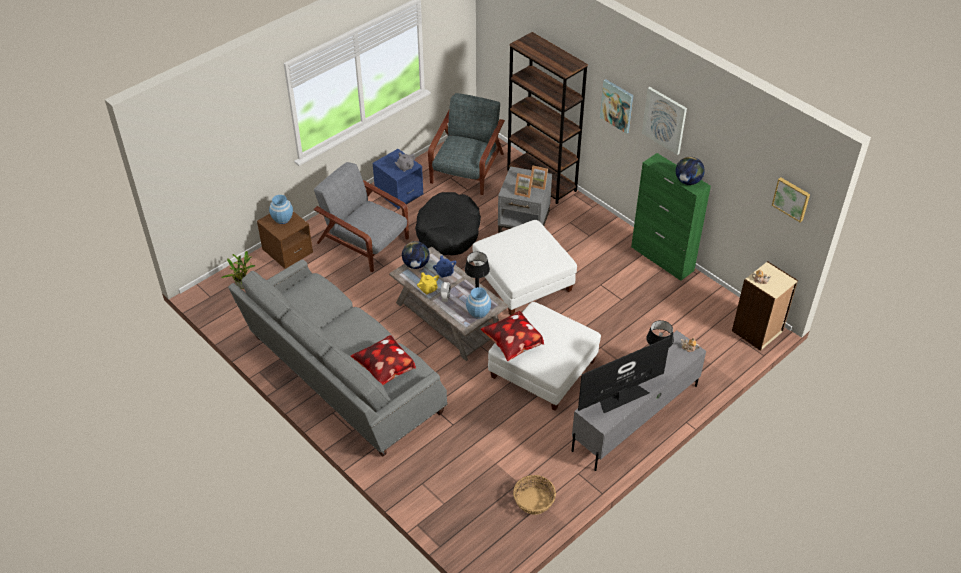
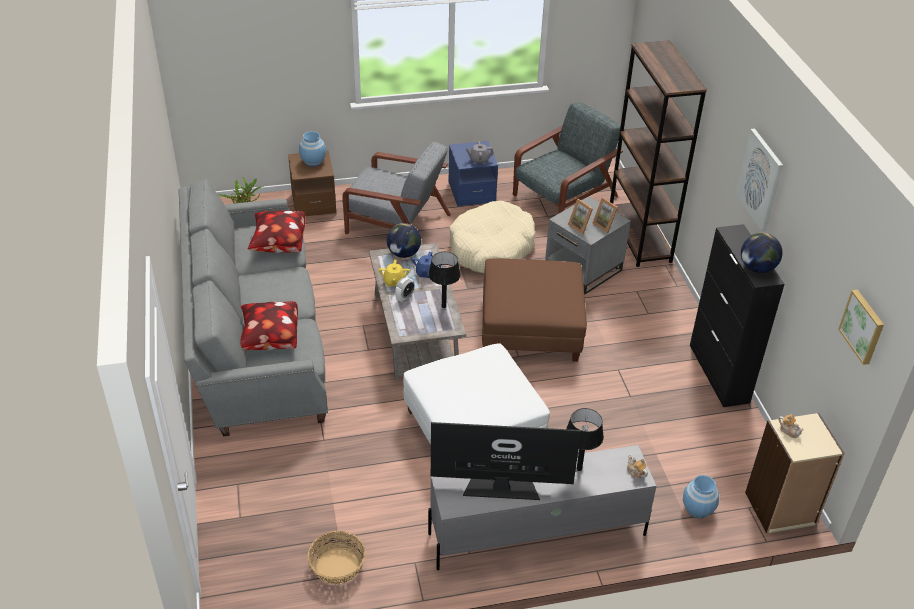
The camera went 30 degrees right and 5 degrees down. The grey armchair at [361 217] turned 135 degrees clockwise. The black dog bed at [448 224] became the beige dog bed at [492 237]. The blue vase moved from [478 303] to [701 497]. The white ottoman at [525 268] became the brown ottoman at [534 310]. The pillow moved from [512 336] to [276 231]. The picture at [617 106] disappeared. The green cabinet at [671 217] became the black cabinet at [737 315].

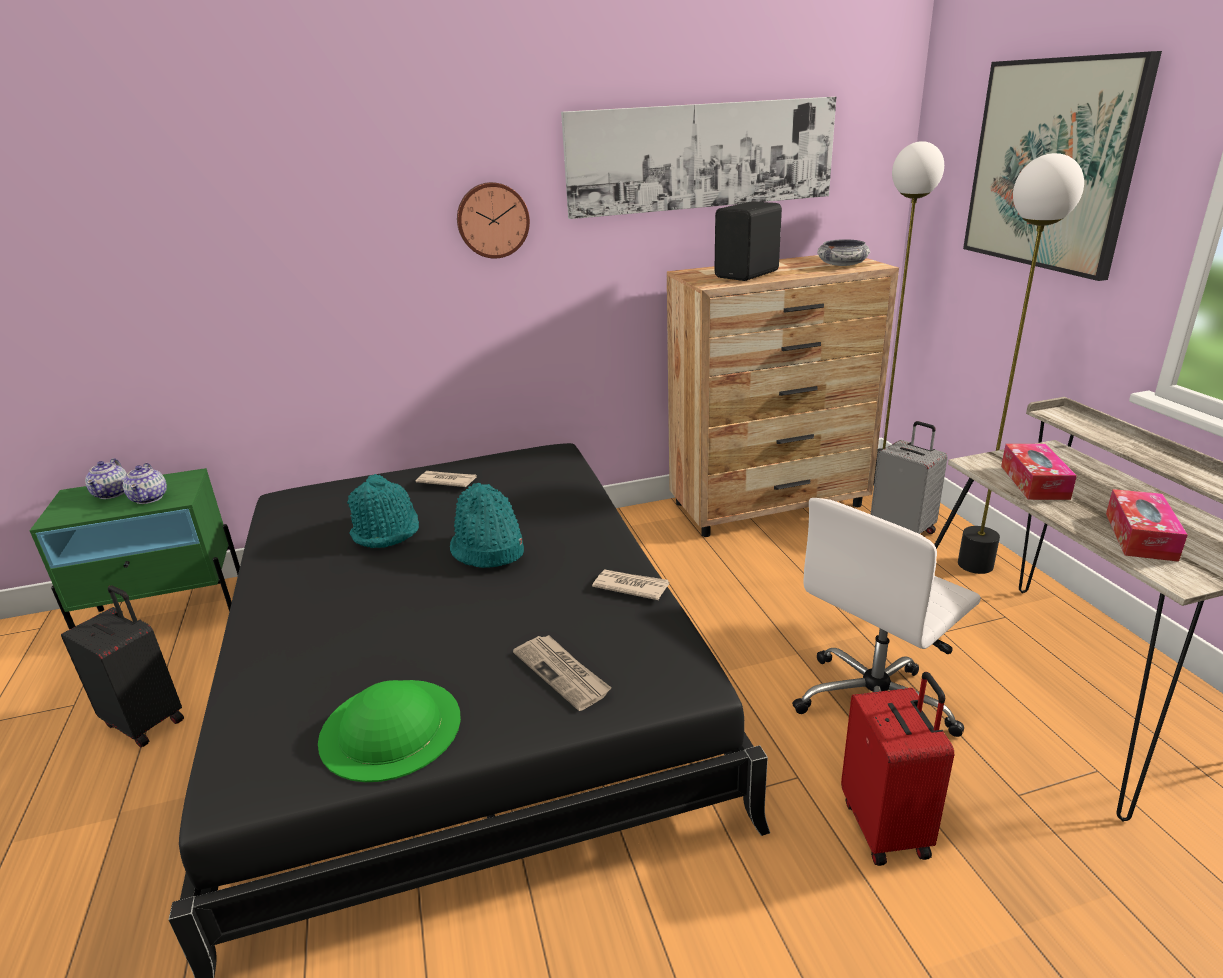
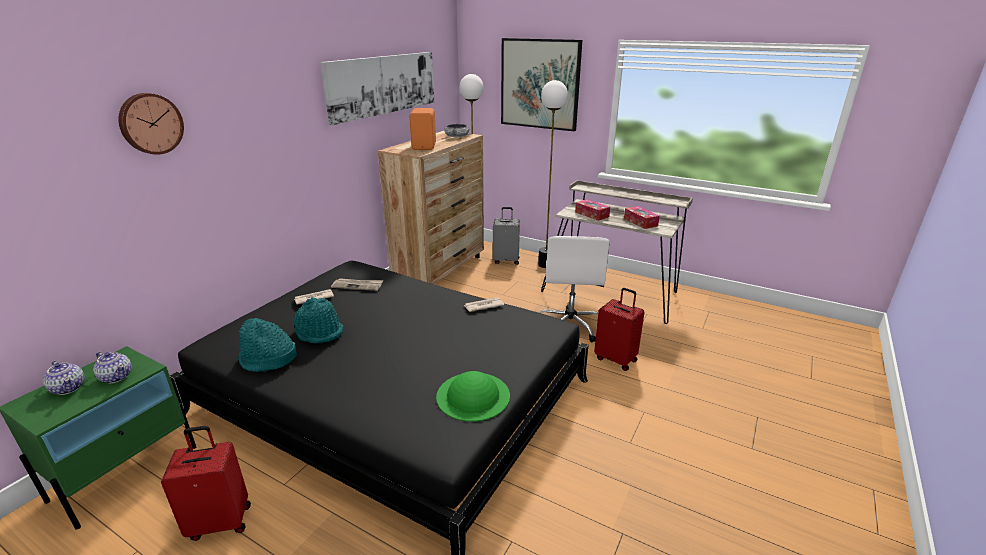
The camera went 45 degrees left and 0 degrees up. The black suitcase at [122 667] became the red suitcase at [206 483]. The turquoise hat moved from [487 525] to [267 345]. The wall clock moved from [493 220] to [151 124]. The newspaper moved from [562 673] to [357 284]. The black speaker at [748 241] became the orange speaker at [422 129].

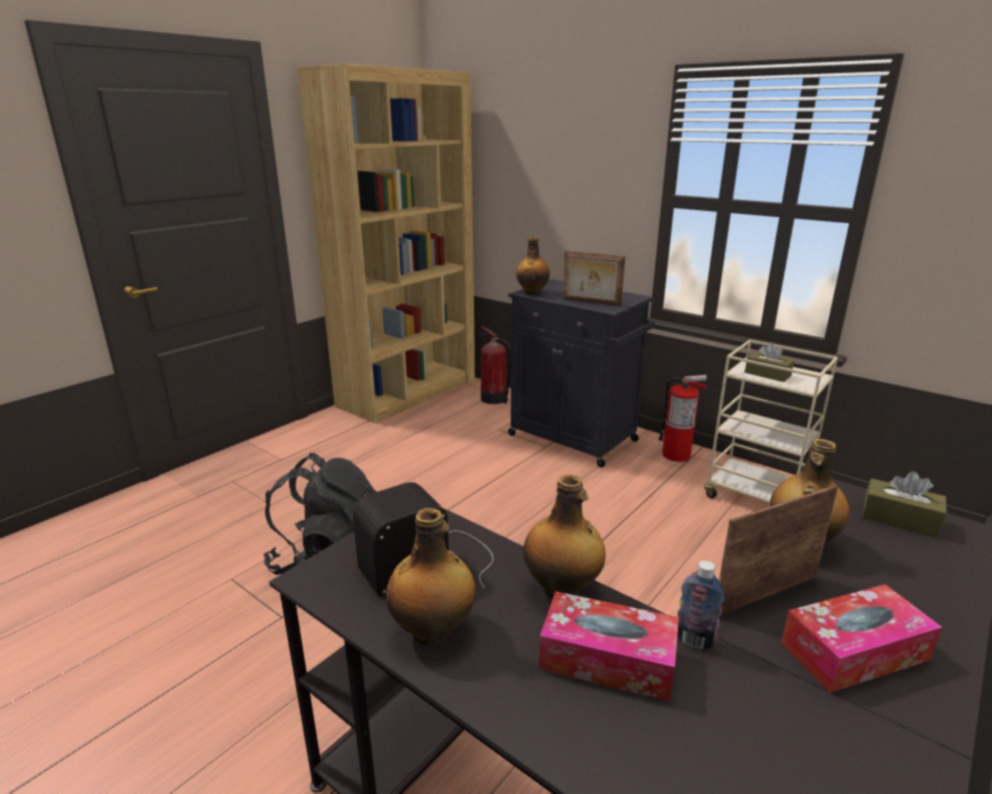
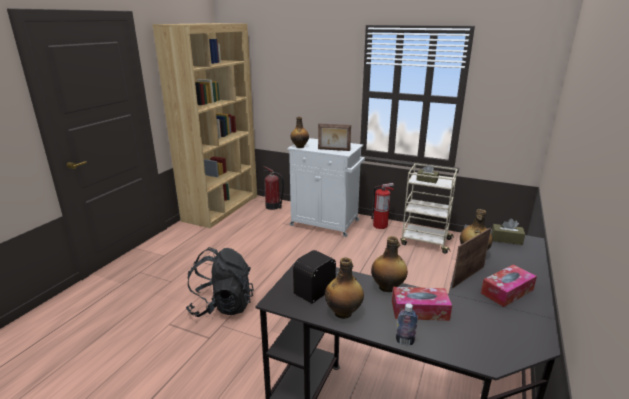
The camera went 15 degrees left and 0 degrees up. The black cabinet at [581 373] became the white cabinet at [326 187]. The bottle moved from [700 604] to [407 324].

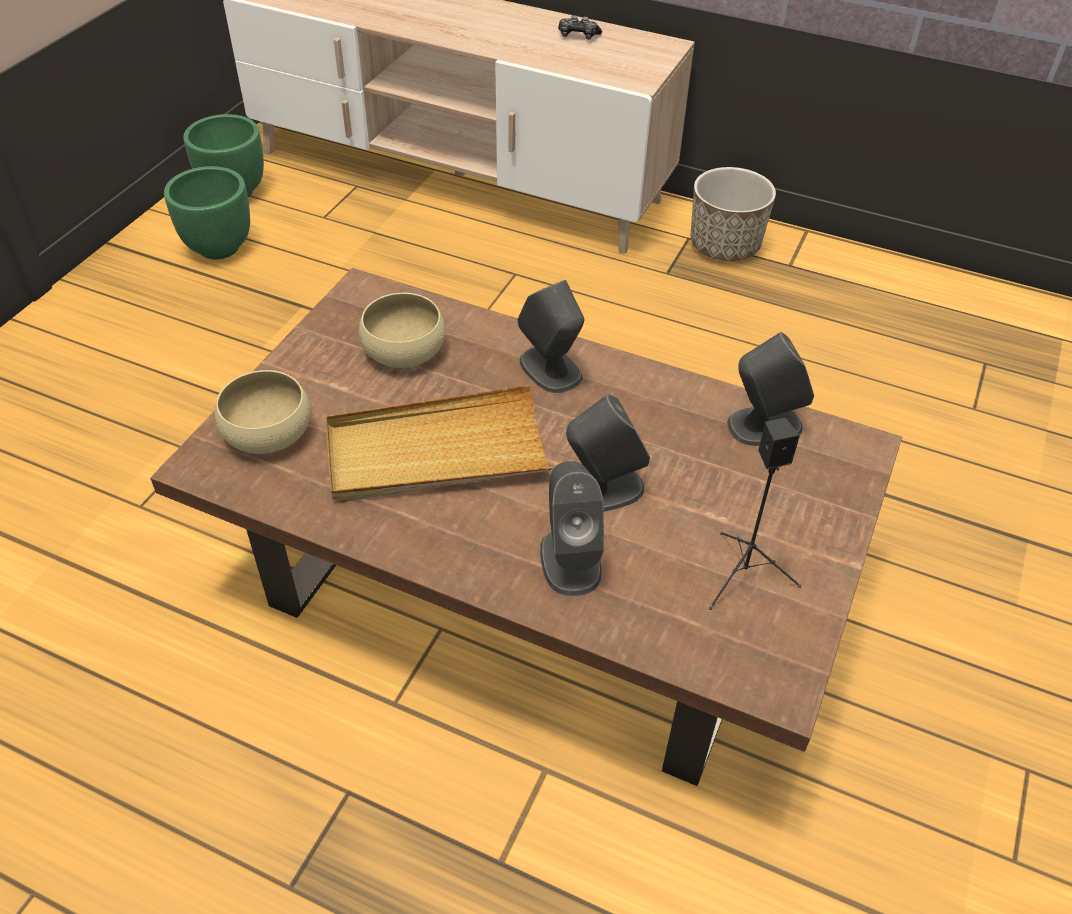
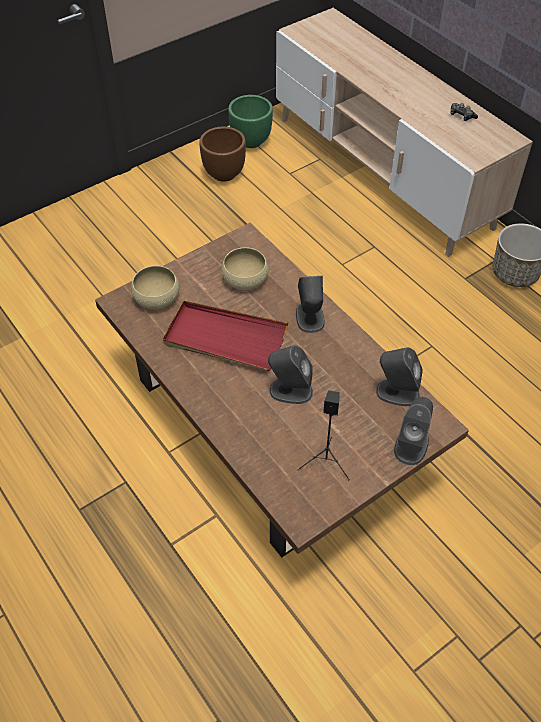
The camera went 30 degrees right and 5 degrees up. The green planter at [207 212] became the brown planter at [222 154]. The beige tray at [439 444] became the red tray at [225 336]. The grey speaker moved from [572 528] to [413 431].

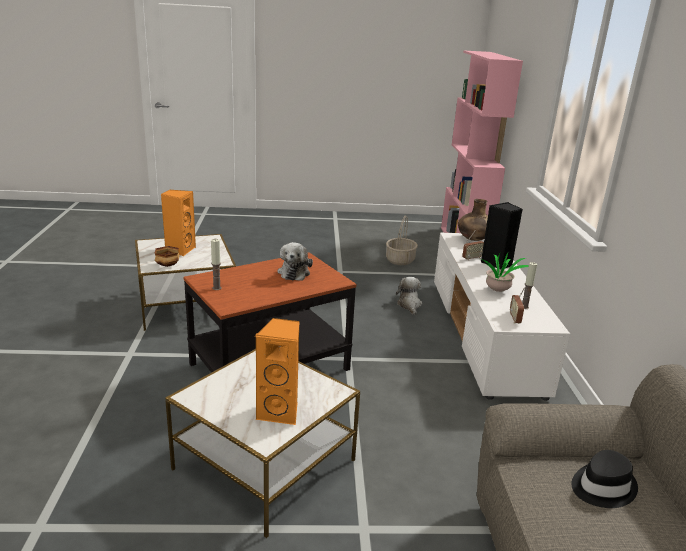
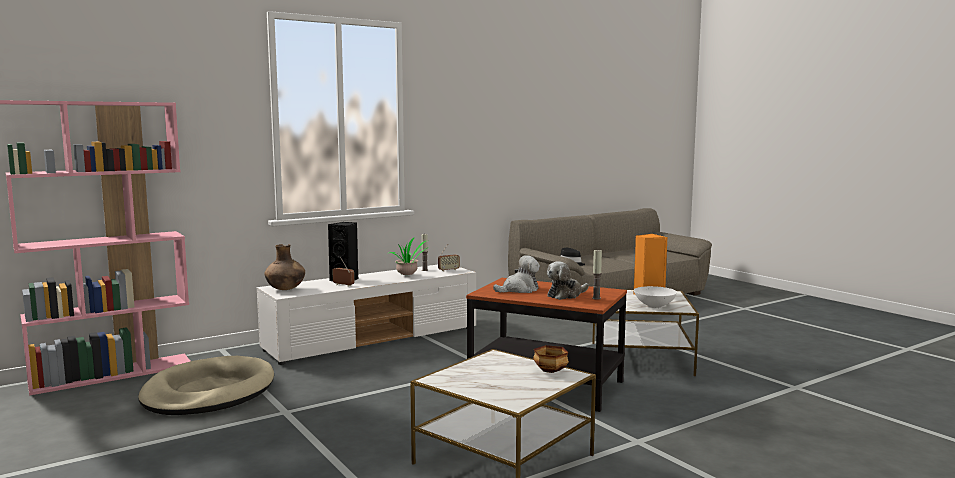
The camera went 120 degrees left and 15 degrees down. The orange speaker at [178 223] disappeared. The basket at [402 240] was replaced by the beige dog bed at [206 385]. The plush toy moved from [409 296] to [568 280]. The white bowl at [655 297] appeared.

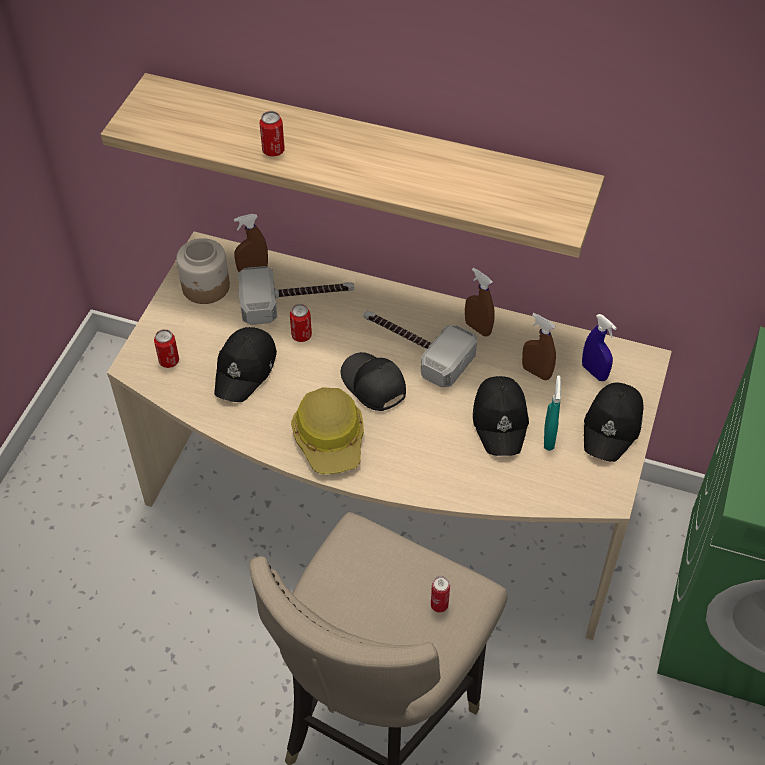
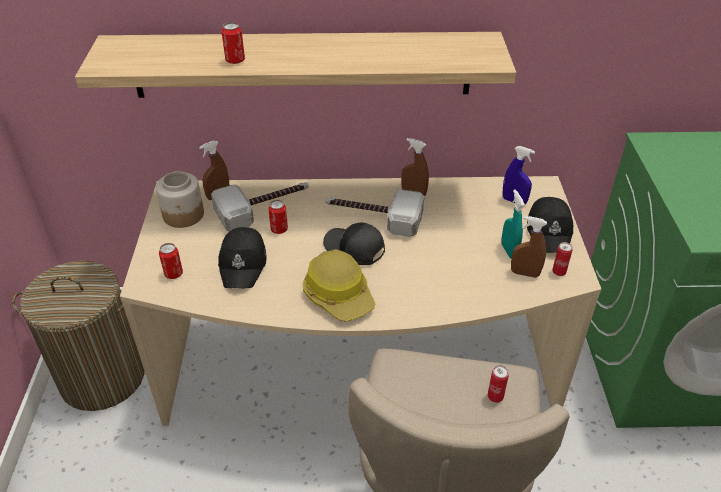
The camera went 20 degrees left and 10 degrees down. The black cap at [501 416] disappeared. The brown spray bottle moved from [539 346] to [529 247]. The laundry basket at [78 336] appeared. The can at [562 259] appeared.

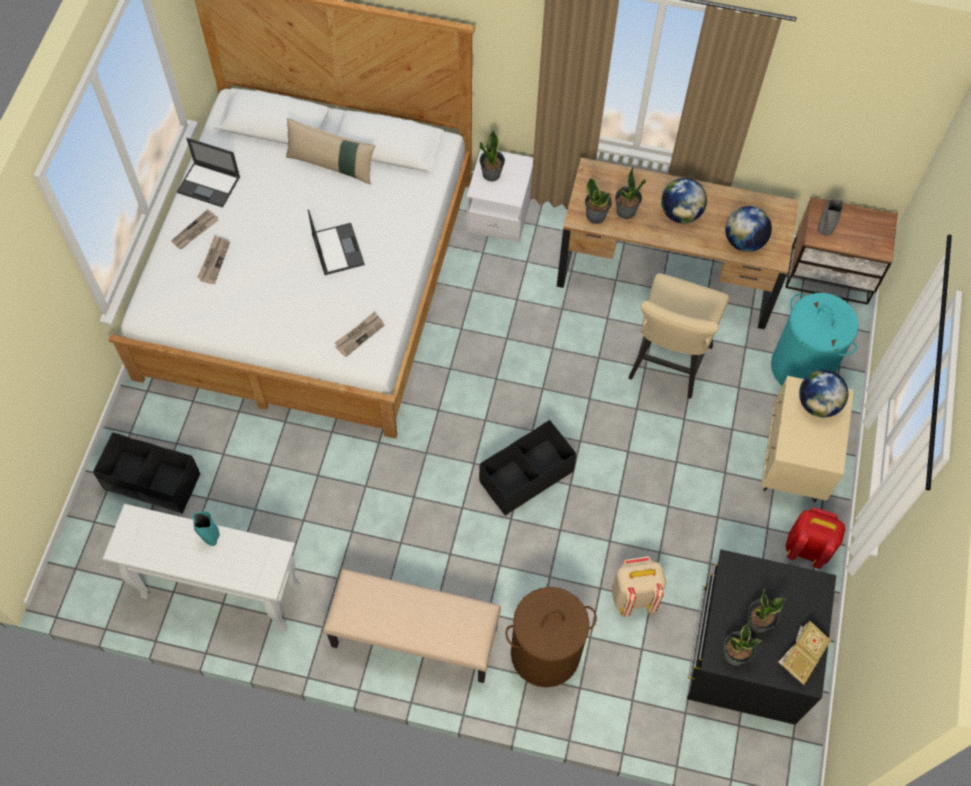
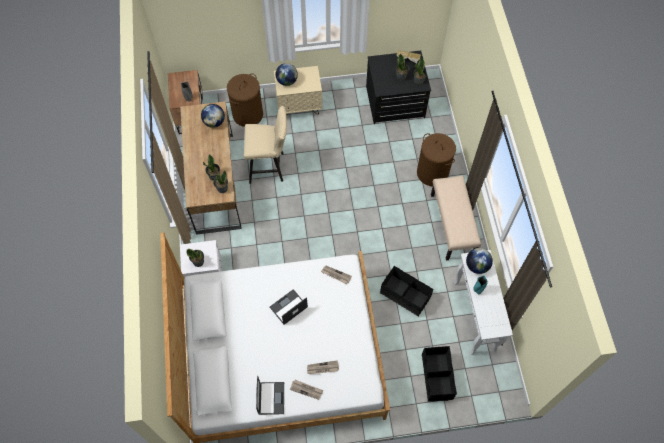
The camera went 110 degrees left and 0 degrees up. The beige pillow at [330 151] disappeared. The black storage box moved from [528 468] to [406 291]. The beige backpack at [639 586] disappeared. The globe moved from [684 201] to [479 261]. The turquoise laundry basket at [814 339] became the brown laundry basket at [245 100]. The red backpack at [815 538] disappeared.

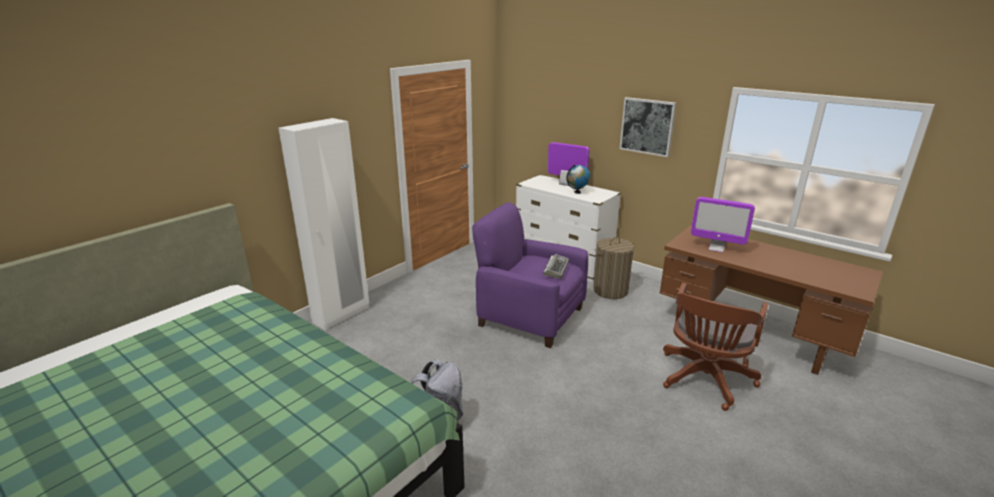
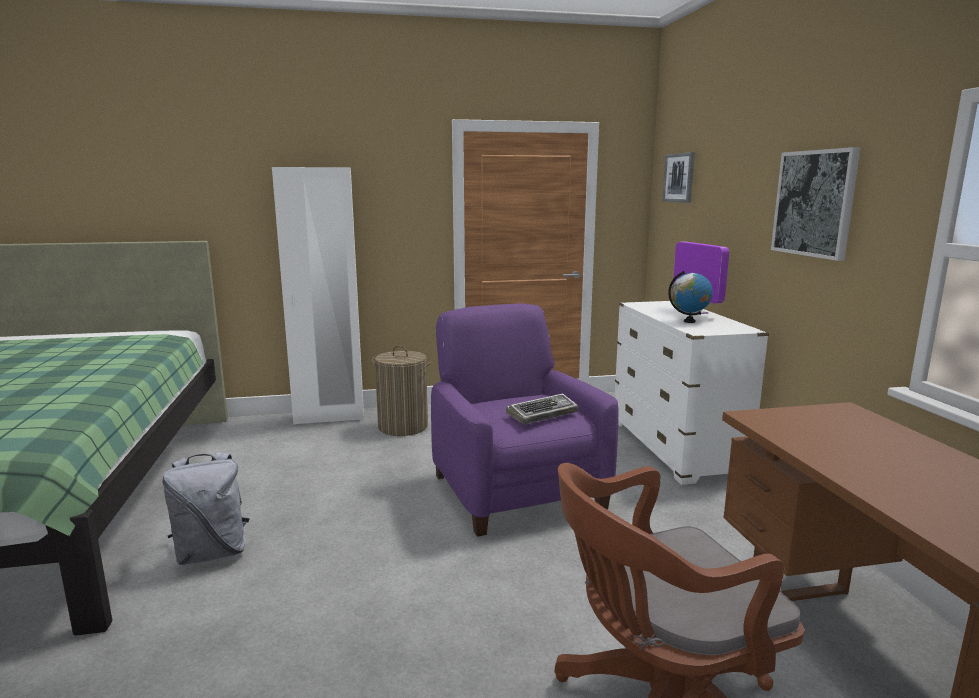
The camera went 40 degrees right and 10 degrees down. The laundry basket moved from [614 268] to [401 390]. The monitor at [723 225] disappeared. The picture at [678 177] appeared.

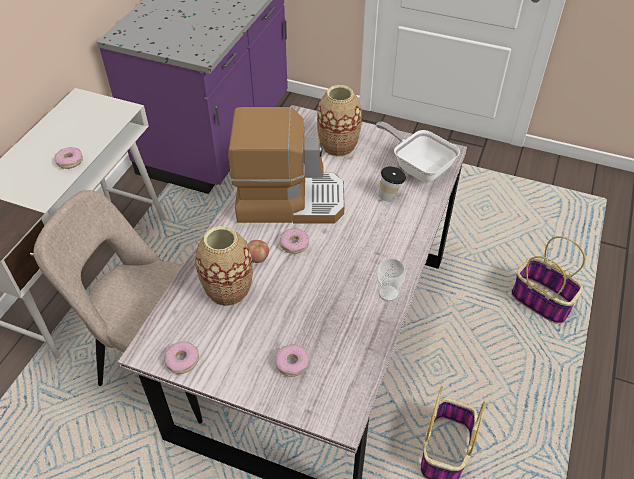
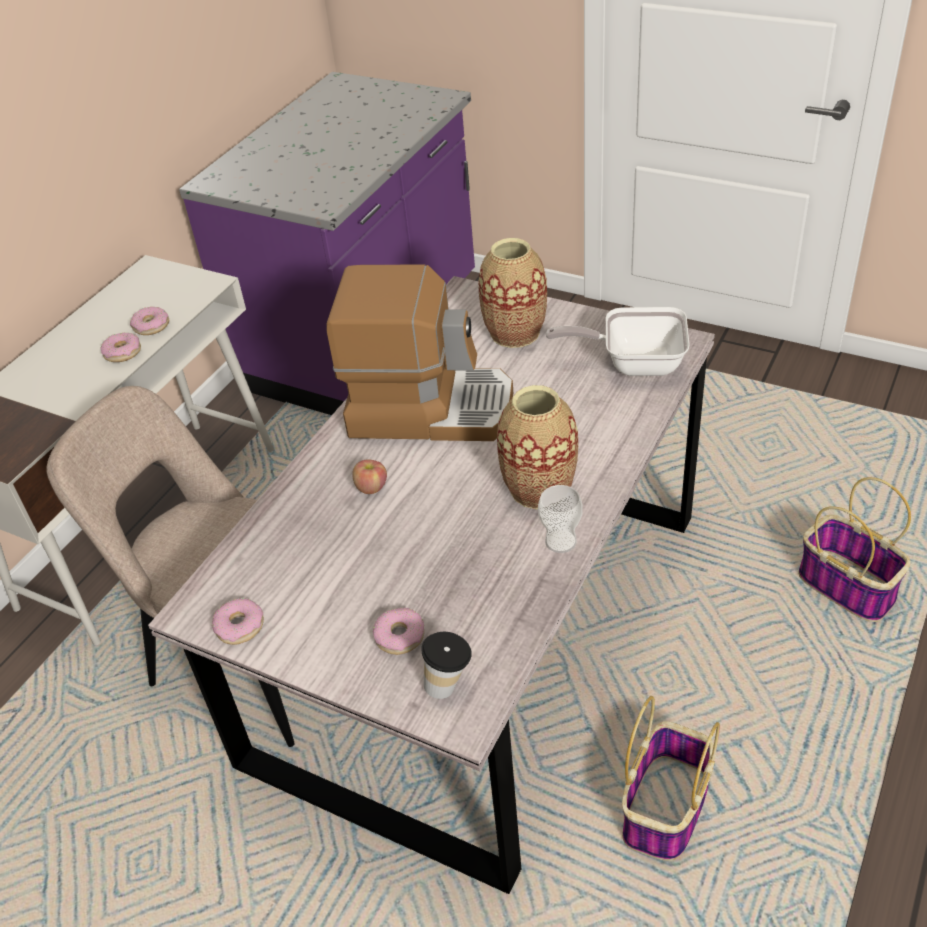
The camera went 10 degrees right and 5 degrees down. The vase moved from [224 266] to [537 447]. The donut moved from [294 241] to [149 321]. The frying pan at [418 152] turned 45 degrees counterclockwise. The cup moved from [392 183] to [446 665].

